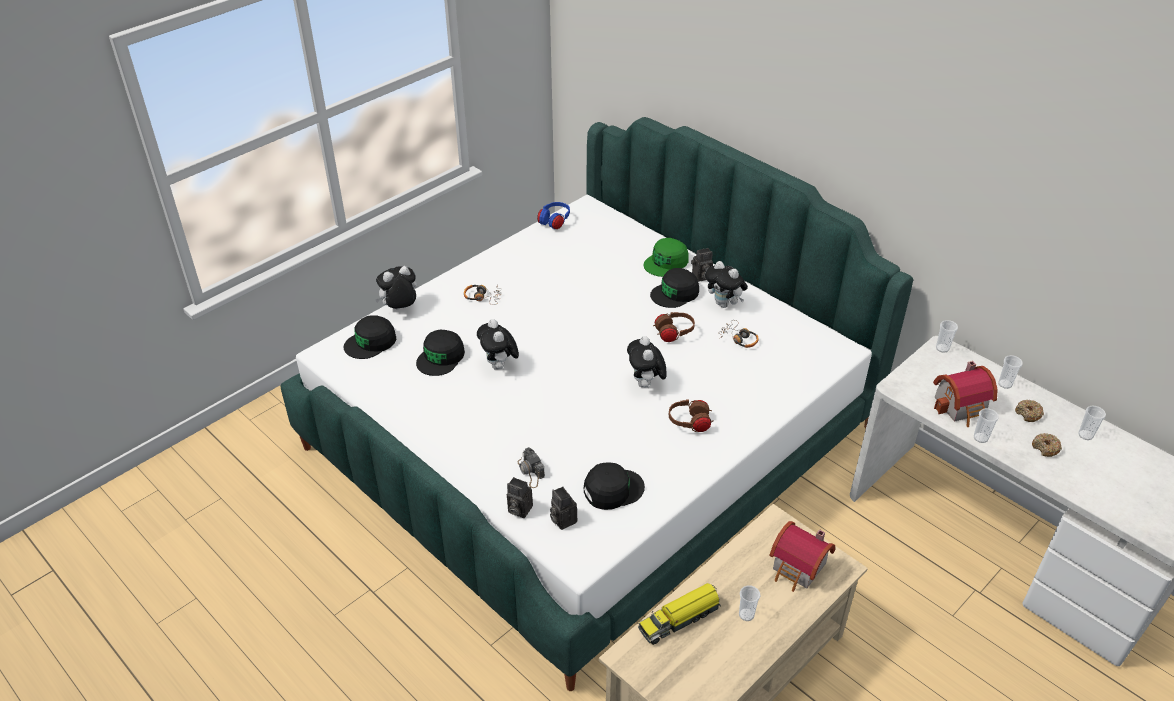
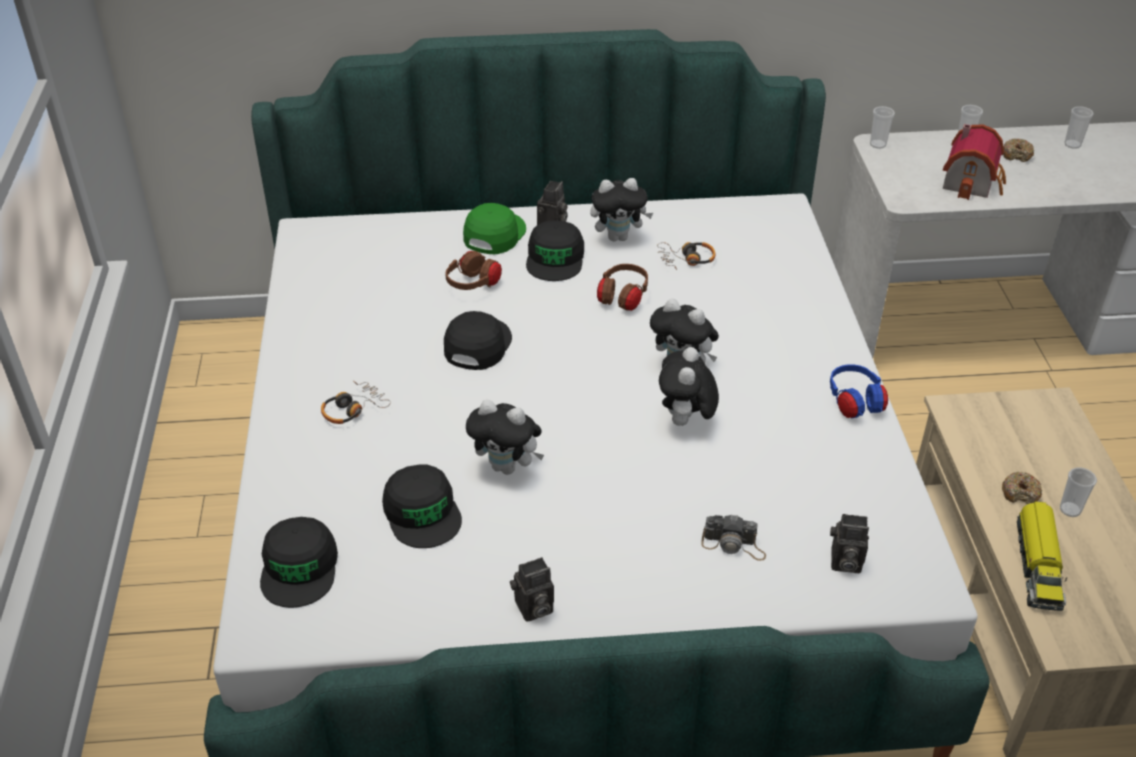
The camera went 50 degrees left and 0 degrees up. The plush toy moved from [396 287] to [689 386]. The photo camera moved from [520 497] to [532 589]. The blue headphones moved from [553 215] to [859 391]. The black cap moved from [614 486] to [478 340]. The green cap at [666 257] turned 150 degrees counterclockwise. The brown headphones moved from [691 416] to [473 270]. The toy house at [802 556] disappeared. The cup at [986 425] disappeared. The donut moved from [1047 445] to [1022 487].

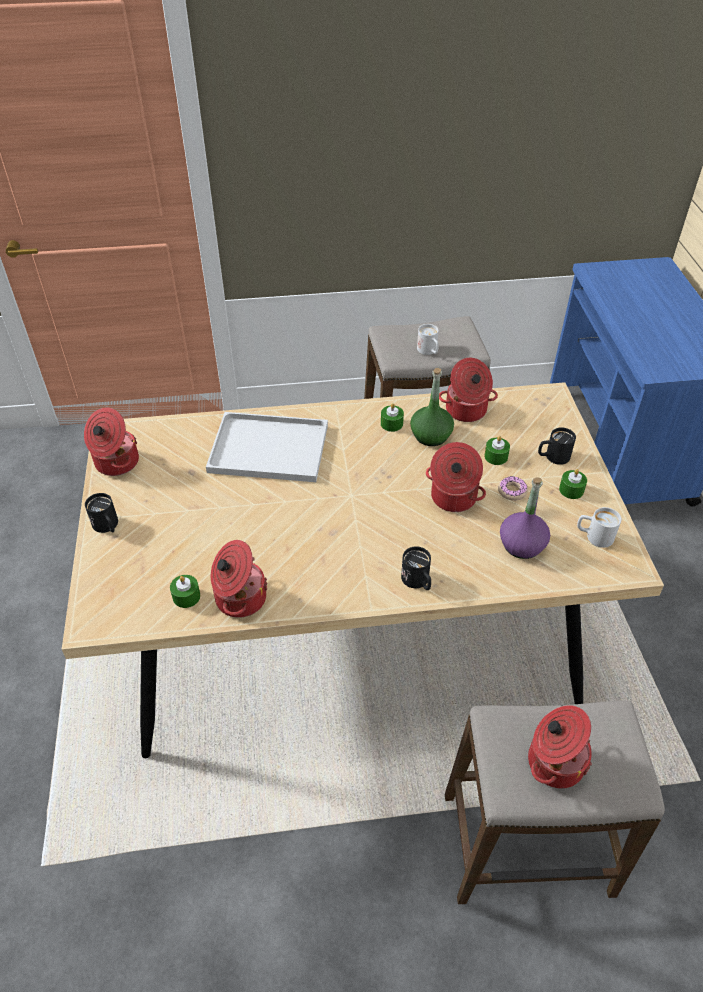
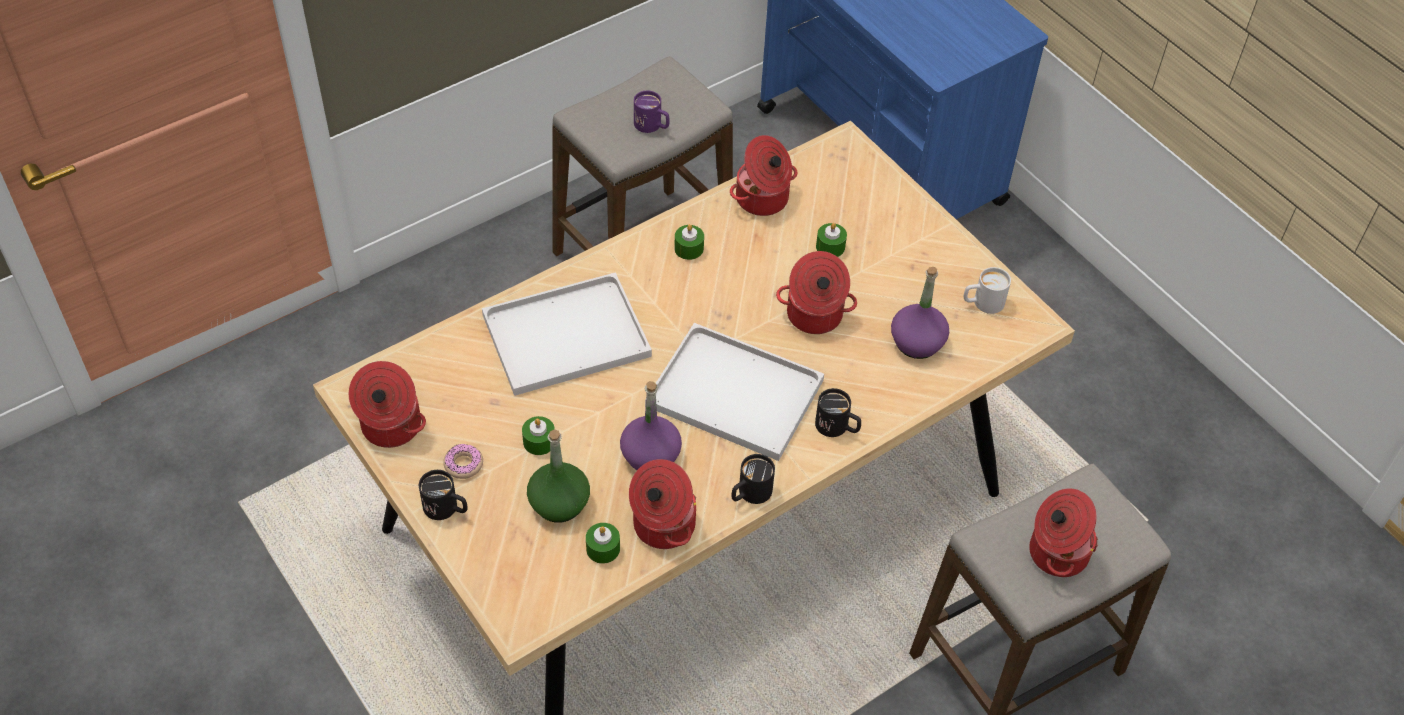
The camera went 30 degrees left and 5 degrees up. The green bottle moved from [432 407] to [558 476]. The white mug at [428 339] became the purple mug at [652 111]. The donut moved from [513 488] to [463 461]. The black mug moved from [557 446] to [753 479]. The green candle moved from [573 484] to [538 435]. The purple bottle at [651 425] appeared. The white tray at [734 392] appeared.

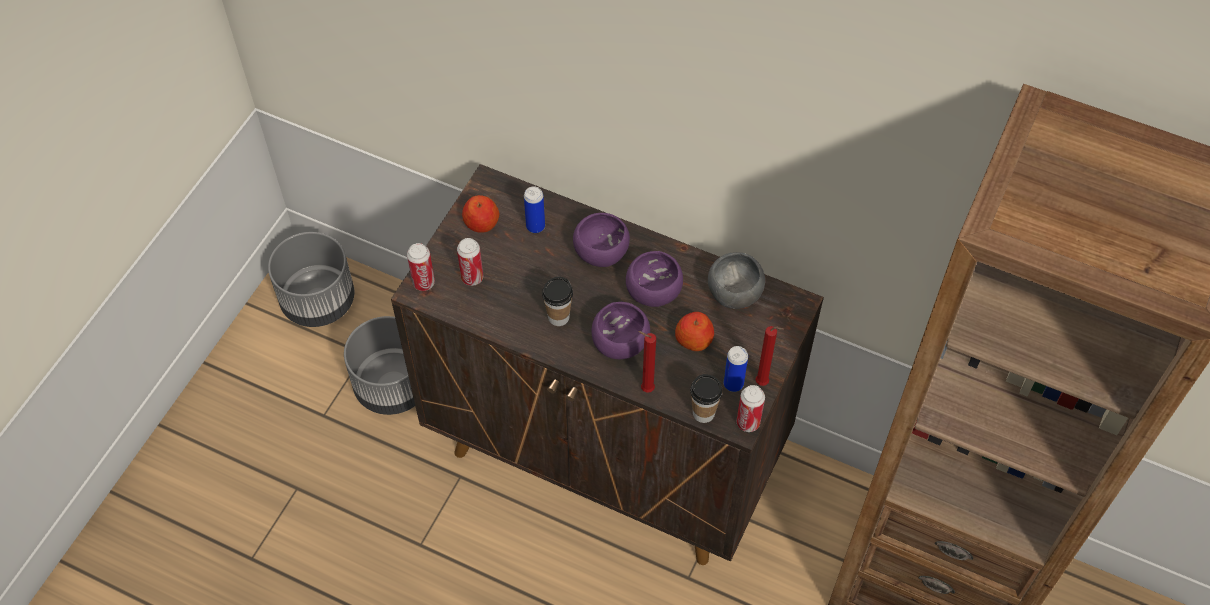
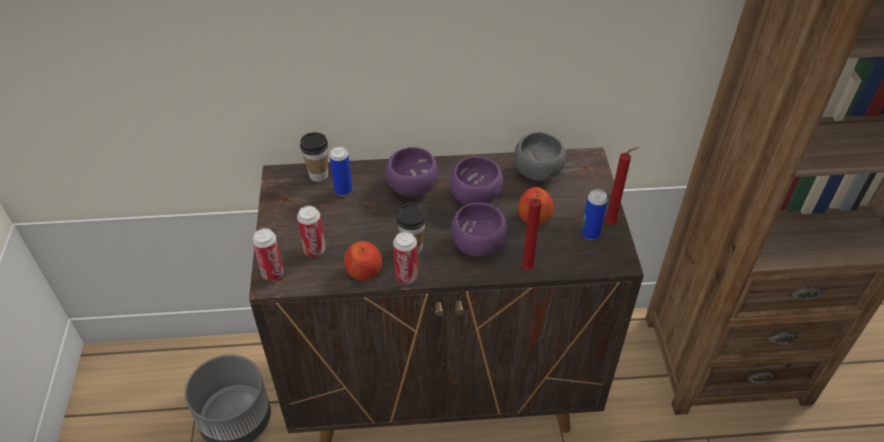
The camera went 30 degrees left and 10 degrees down. The grey planter at [311 279] disappeared. The apple moved from [480 214] to [363 260]. The cup moved from [706 398] to [314 157]. The can moved from [751 408] to [405 257].

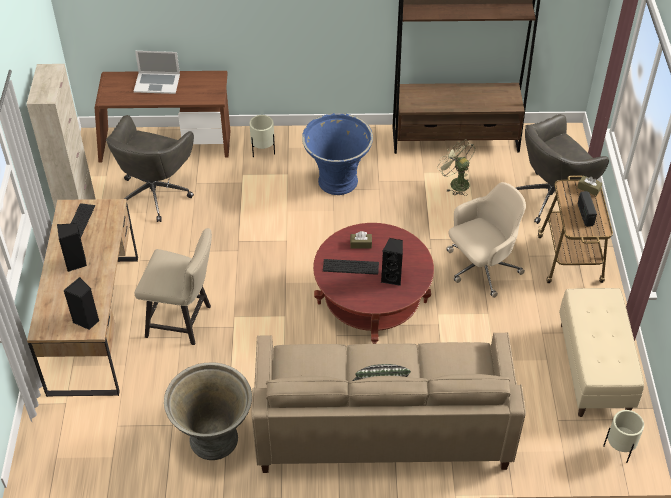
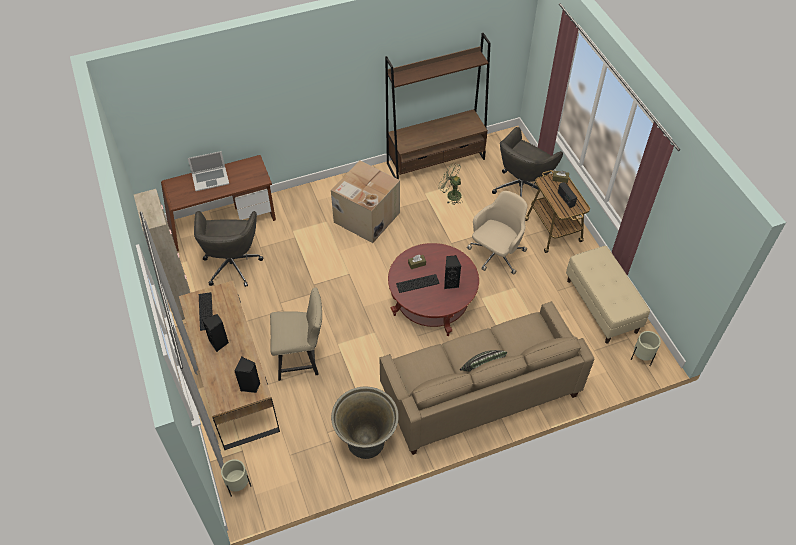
The camera went 20 degrees left and 5 degrees up. The beige planter moved from [262 136] to [236 478]. The blue planter at [337 154] was replaced by the cardboard box at [365 202].

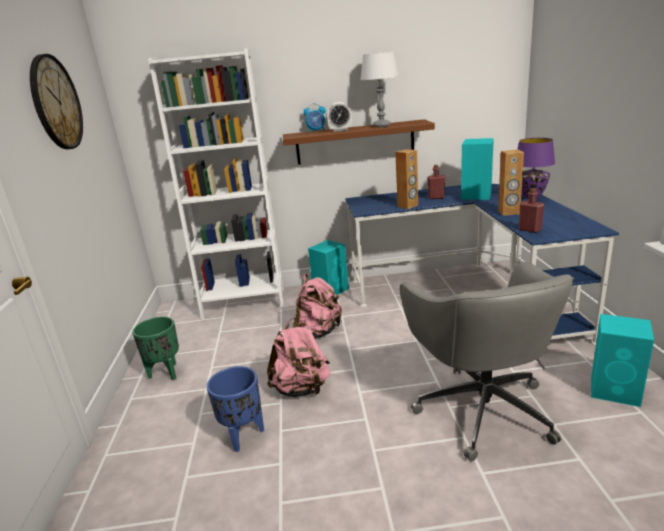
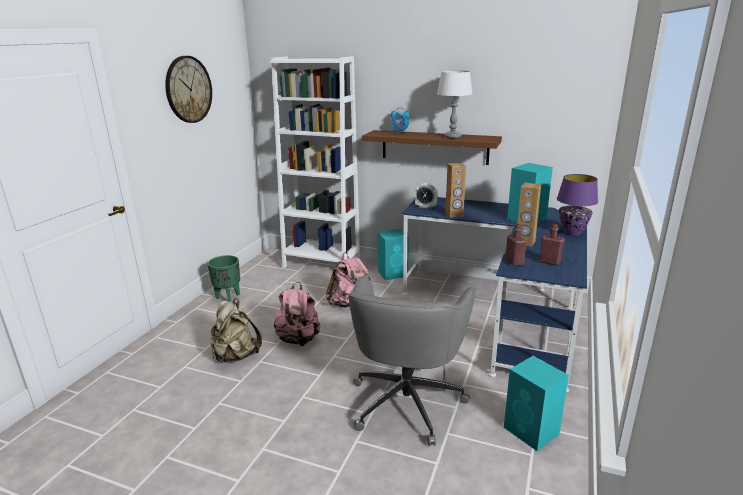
The camera went 25 degrees right and 0 degrees up. The blue planter at [235 409] was replaced by the beige backpack at [236 330]. The alarm clock moved from [339 117] to [426 196]. The red bottle moved from [436 182] to [552 245].

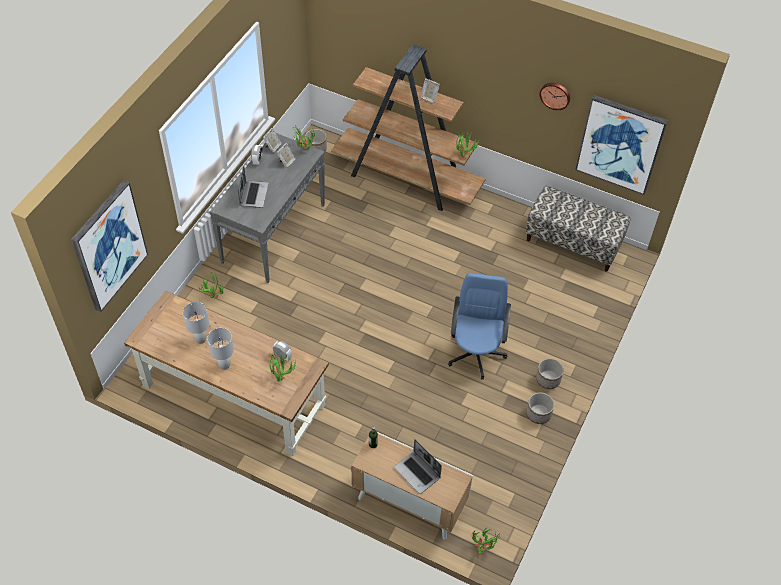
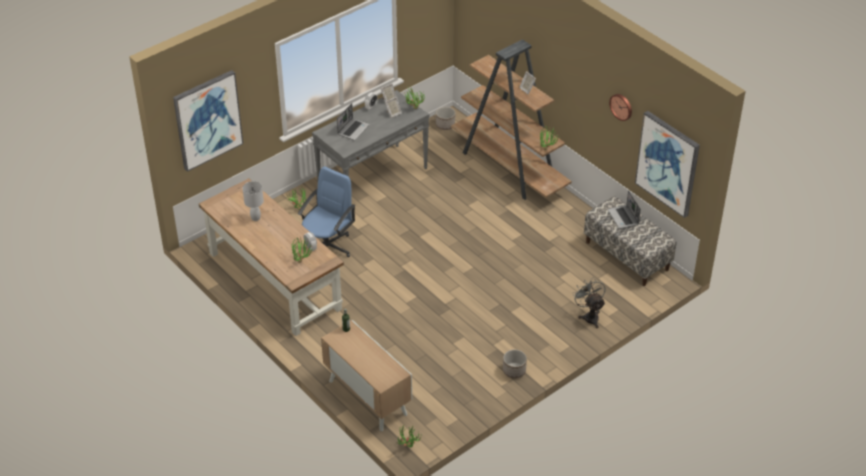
The camera went 25 degrees right and 10 degrees down. The white table lamp at [220 349] disappeared. The laptop moved from [418 466] to [624 209]. The blue office chair moved from [479 326] to [327 212]. The planter at [550 373] disappeared. The grey fan at [588 302] appeared.

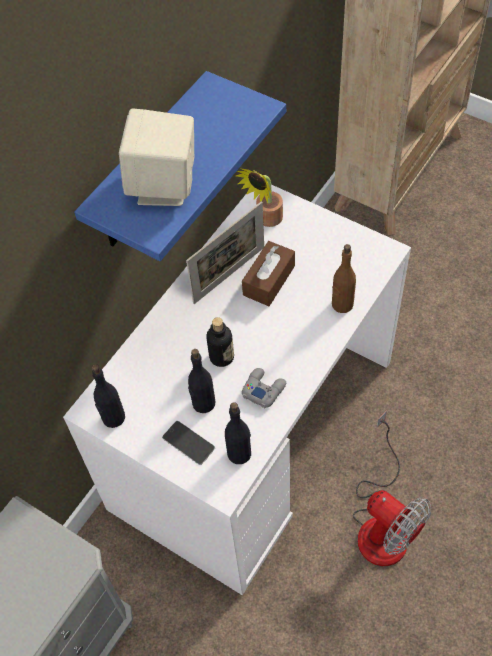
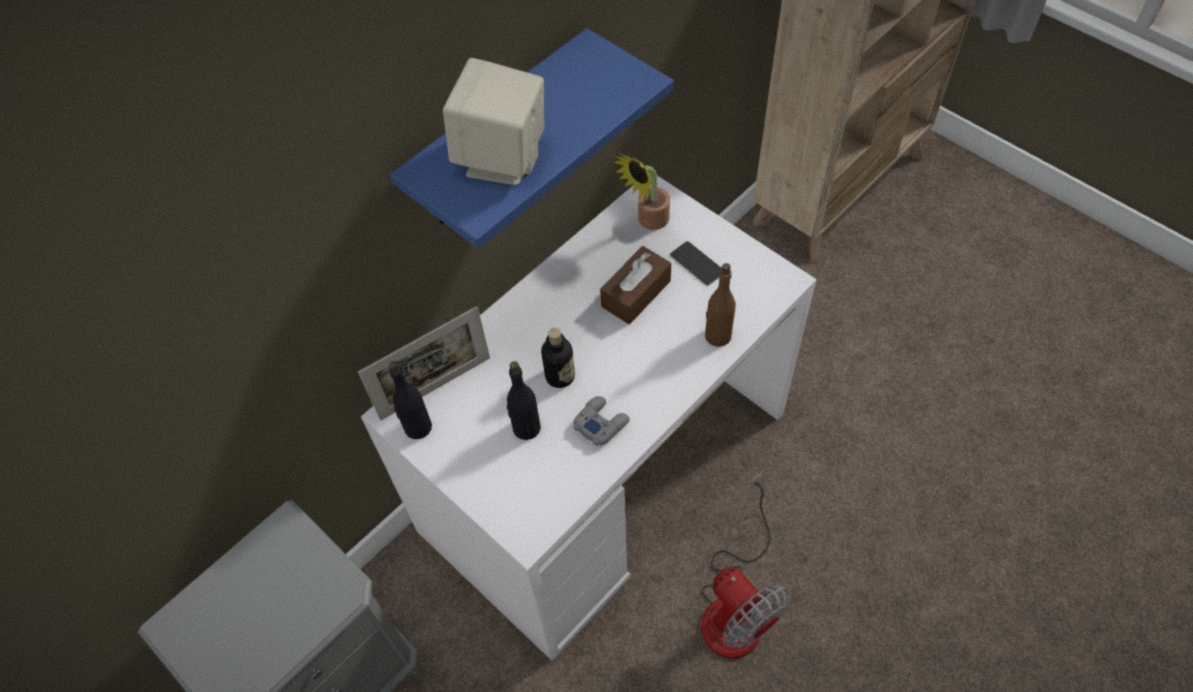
The camera went 10 degrees right and 0 degrees up. The phone moved from [188 443] to [696 263]. The picture frame moved from [225 252] to [424 363]. The black bottle at [238 433] disappeared.

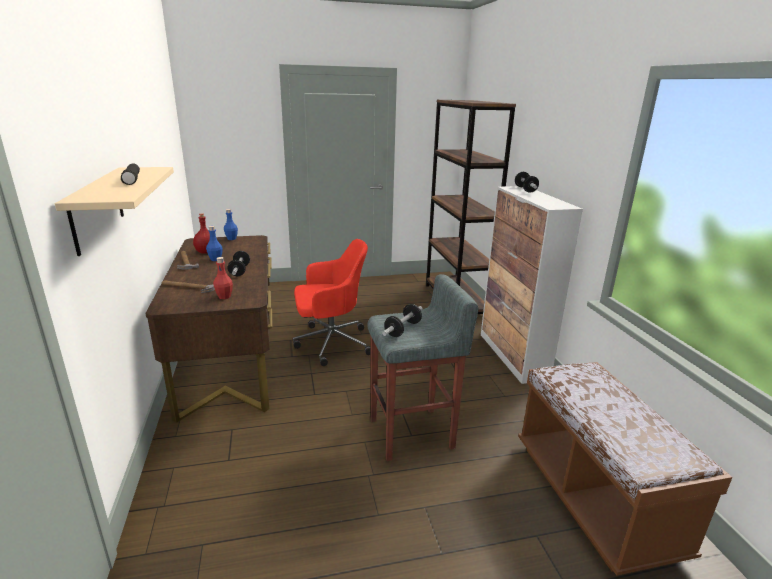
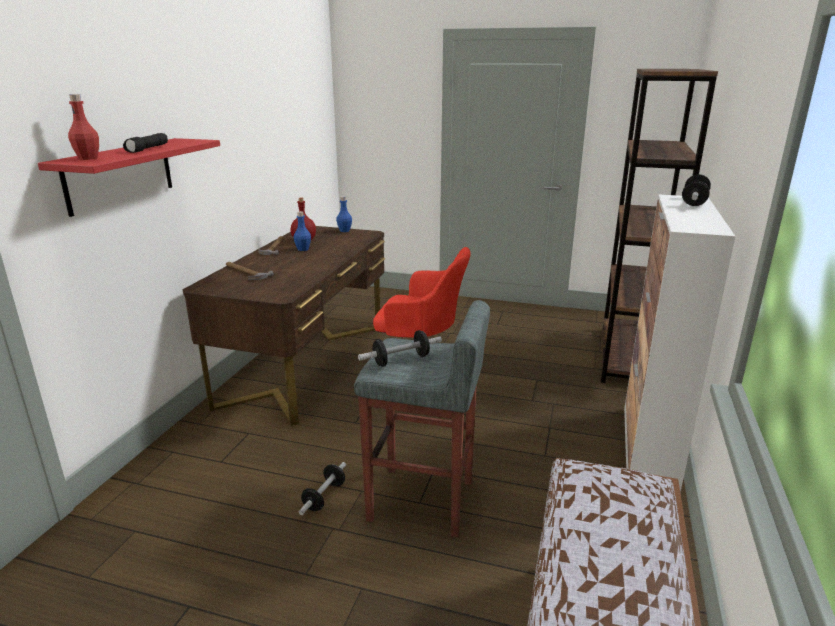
The camera went 30 degrees right and 0 degrees up. The beige shelf at [114 211] became the red shelf at [129 177]. The red bottle moved from [223 278] to [83 127]. The dumbbell moved from [238 264] to [322 488].

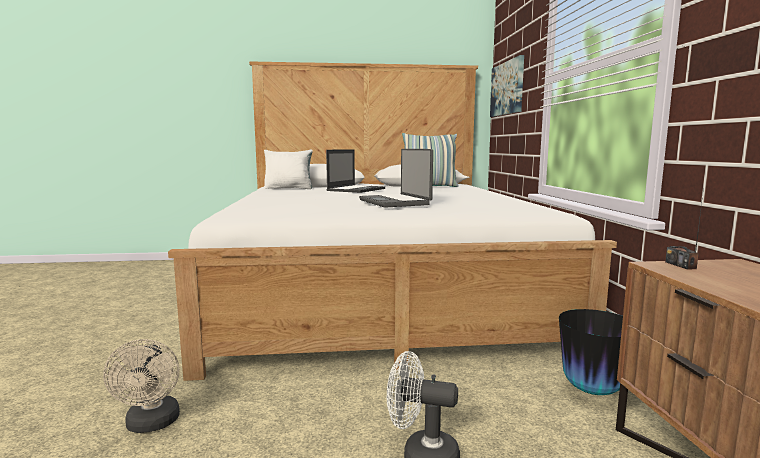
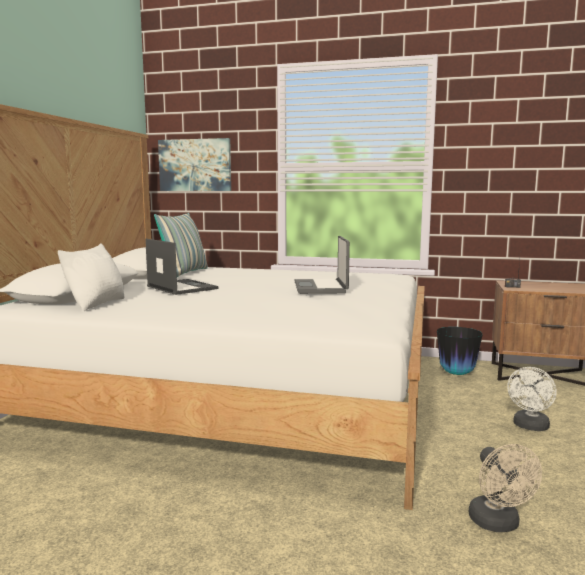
The camera went 70 degrees left and 0 degrees up. The beige fan at [141 386] turned 75 degrees clockwise. The laptop at [396 178] turned 90 degrees clockwise.

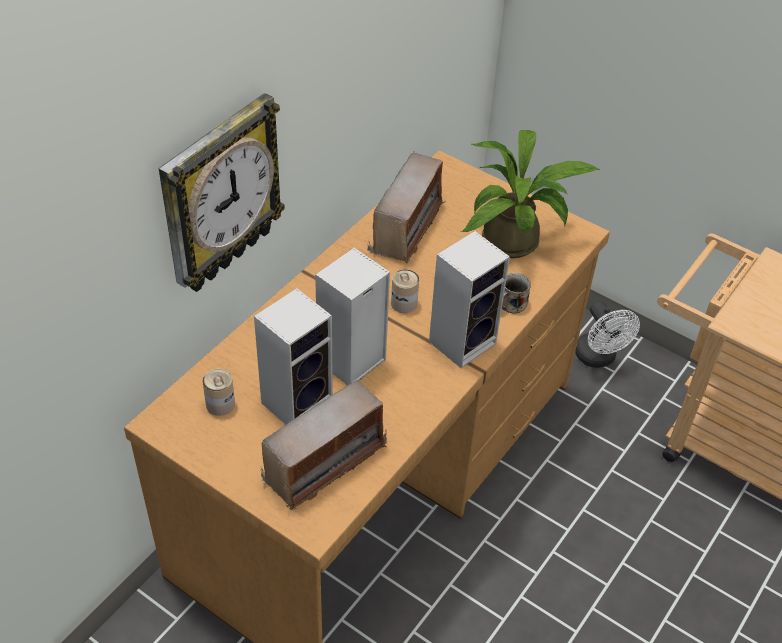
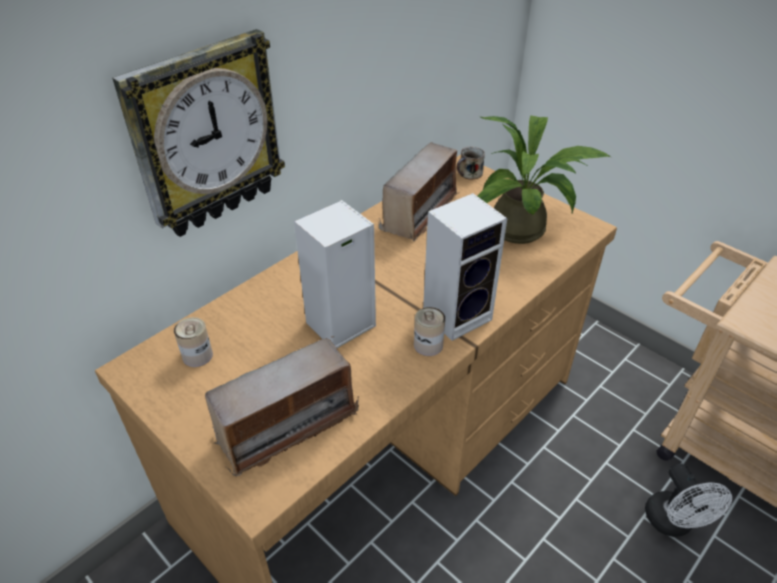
The camera went 10 degrees right and 5 degrees down. The speaker at [293 356] disappeared. The can moved from [405 291] to [429 331]. The mug moved from [516 293] to [471 163]. The white fan moved from [607 334] to [688 500].

